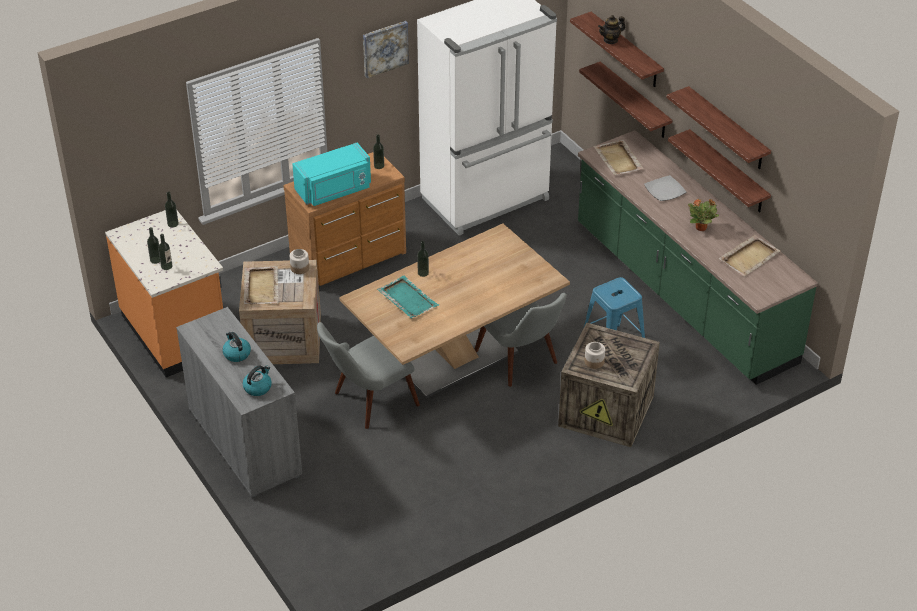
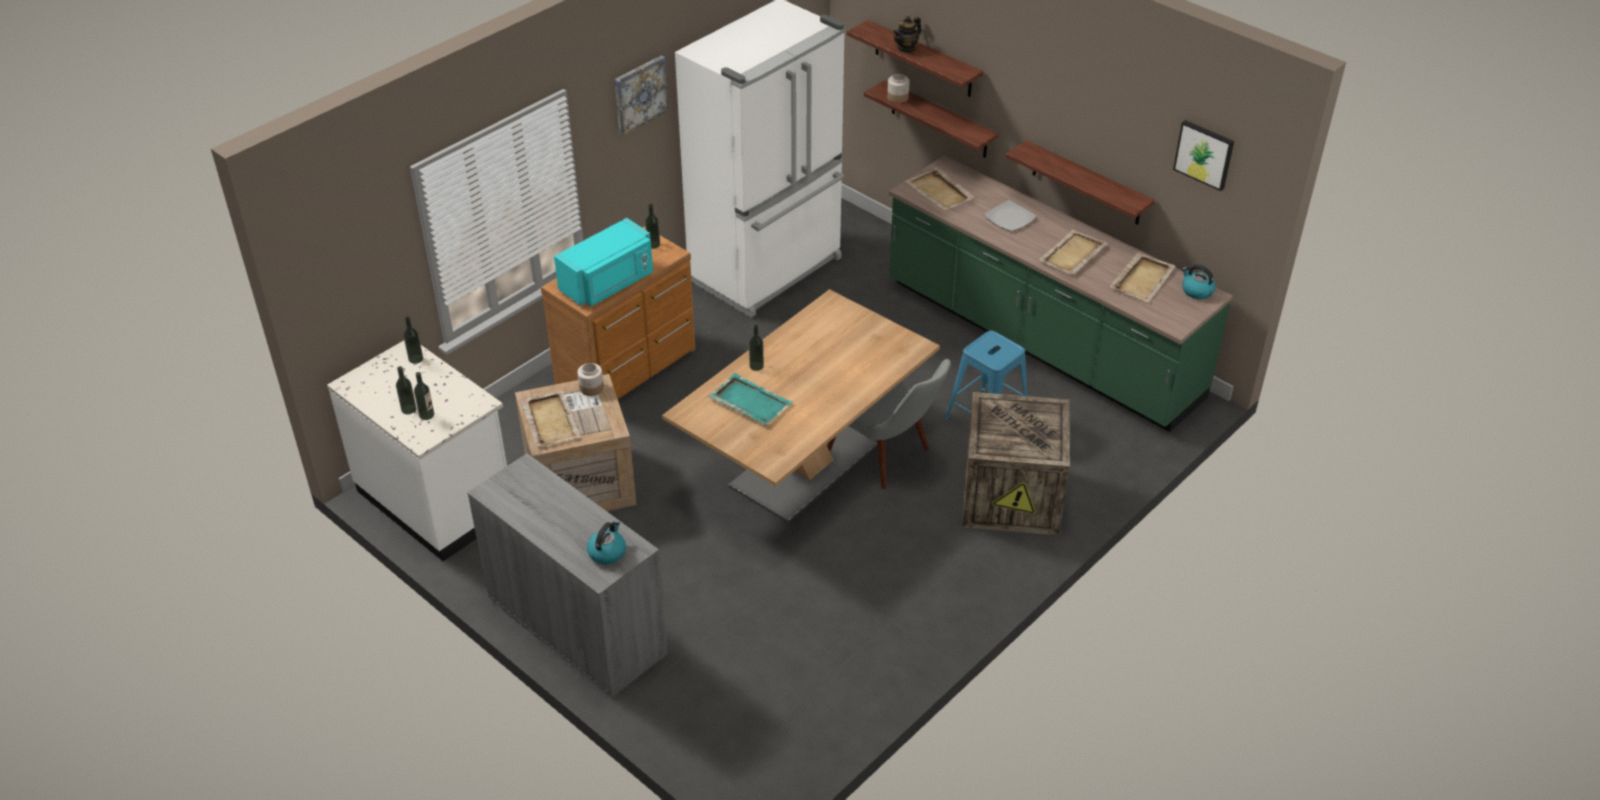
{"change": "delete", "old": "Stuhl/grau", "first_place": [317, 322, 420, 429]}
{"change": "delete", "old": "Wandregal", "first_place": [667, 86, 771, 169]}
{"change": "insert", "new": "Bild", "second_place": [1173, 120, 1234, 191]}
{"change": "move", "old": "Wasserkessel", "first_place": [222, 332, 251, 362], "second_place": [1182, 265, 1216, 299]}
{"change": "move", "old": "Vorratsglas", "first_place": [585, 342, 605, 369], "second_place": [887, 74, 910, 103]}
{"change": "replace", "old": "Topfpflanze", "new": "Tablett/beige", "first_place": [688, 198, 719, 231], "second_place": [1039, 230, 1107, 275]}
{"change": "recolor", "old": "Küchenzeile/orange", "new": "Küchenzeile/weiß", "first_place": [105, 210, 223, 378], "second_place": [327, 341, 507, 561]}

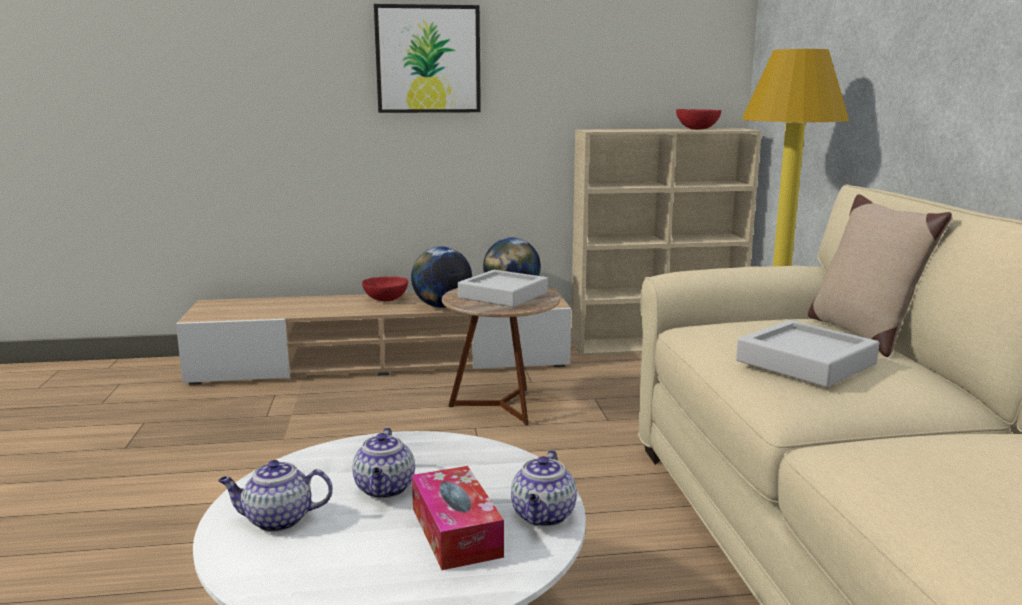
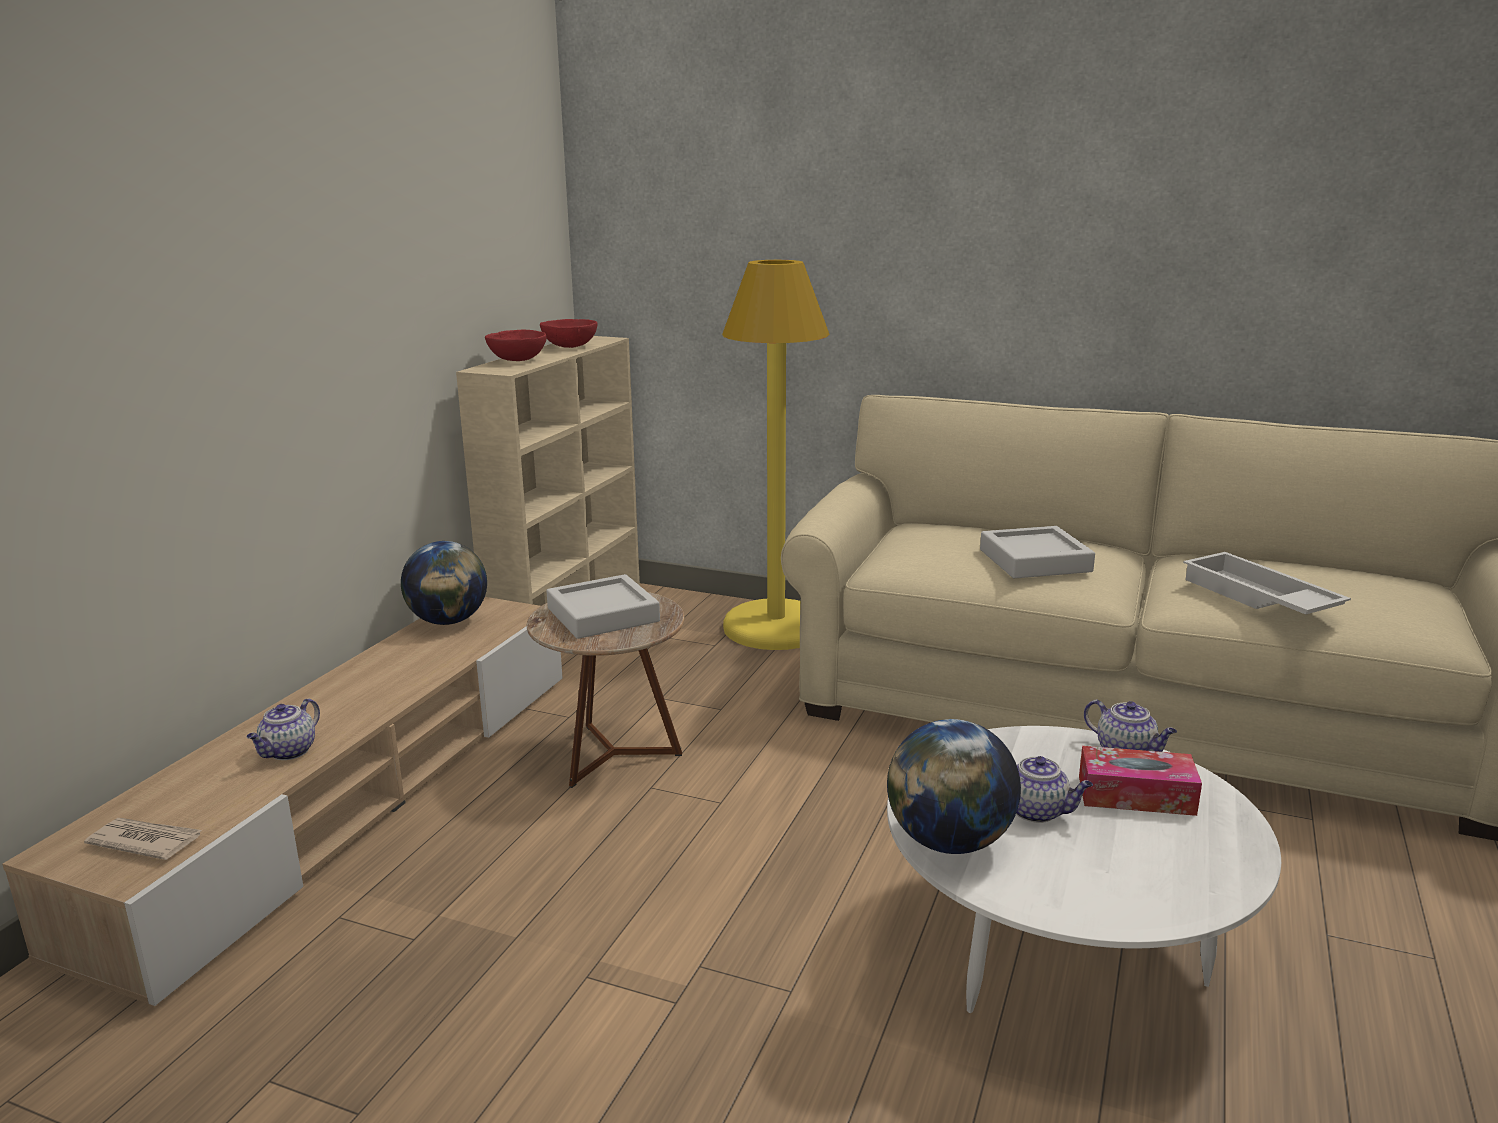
{"change": "delete", "old": "Bild", "first_place": [374, 4, 481, 113]}
{"change": "delete", "old": "Kissen/beige", "first_place": [808, 194, 952, 357]}
{"change": "insert", "new": "Zeitung", "second_place": [84, 818, 202, 860]}
{"change": "insert", "new": "Tablett/weiß", "second_place": [1183, 552, 1351, 614]}
{"change": "move", "old": "Teekanne", "first_place": [218, 460, 333, 532], "second_place": [247, 699, 320, 760]}
{"change": "move", "old": "Schüssel/rot", "first_place": [362, 277, 408, 301], "second_place": [485, 330, 547, 361]}
{"change": "move", "old": "Globus", "first_place": [411, 246, 472, 308], "second_place": [887, 719, 1021, 854]}

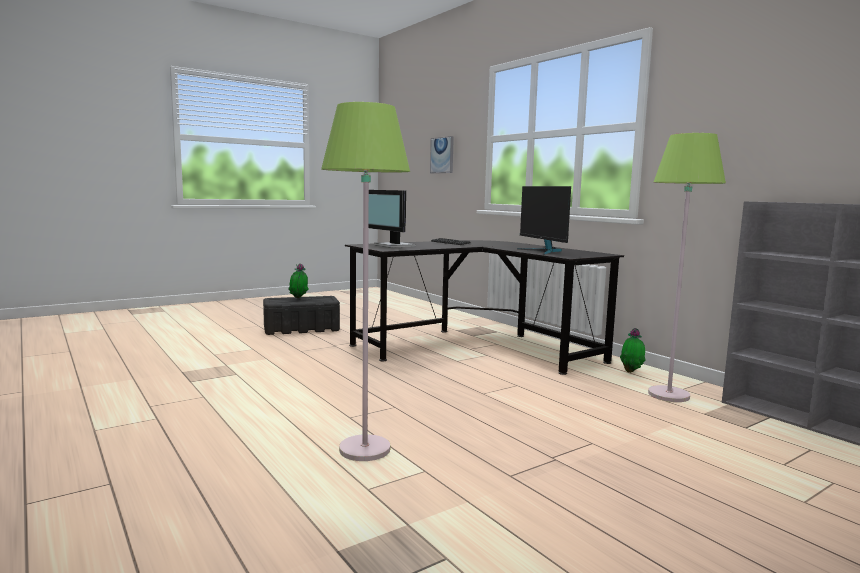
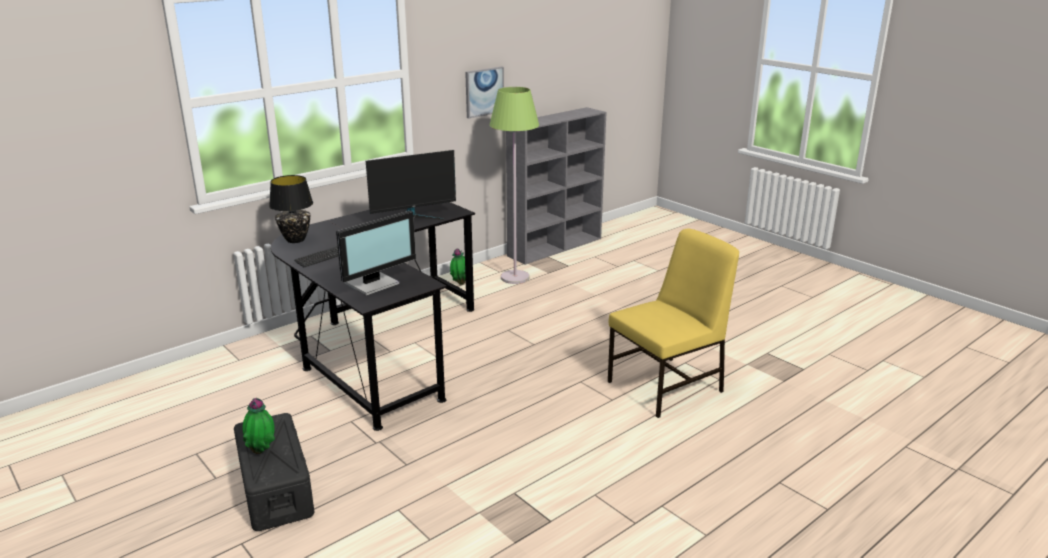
{"change": "insert", "new": "Tischlampe/schwarz", "second_place": [269, 175, 313, 243]}
{"change": "move", "old": "Bild", "first_place": [430, 136, 454, 173], "second_place": [465, 67, 504, 119]}
{"change": "replace", "old": "Stehlampe/grün", "new": "Stuhl/gelb", "first_place": [321, 102, 410, 461], "second_place": [608, 228, 739, 418]}

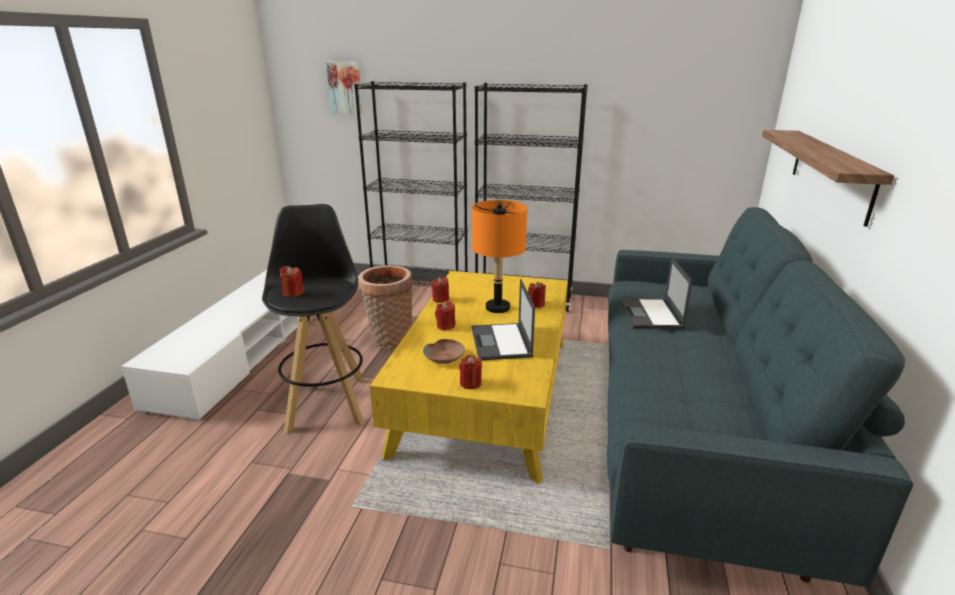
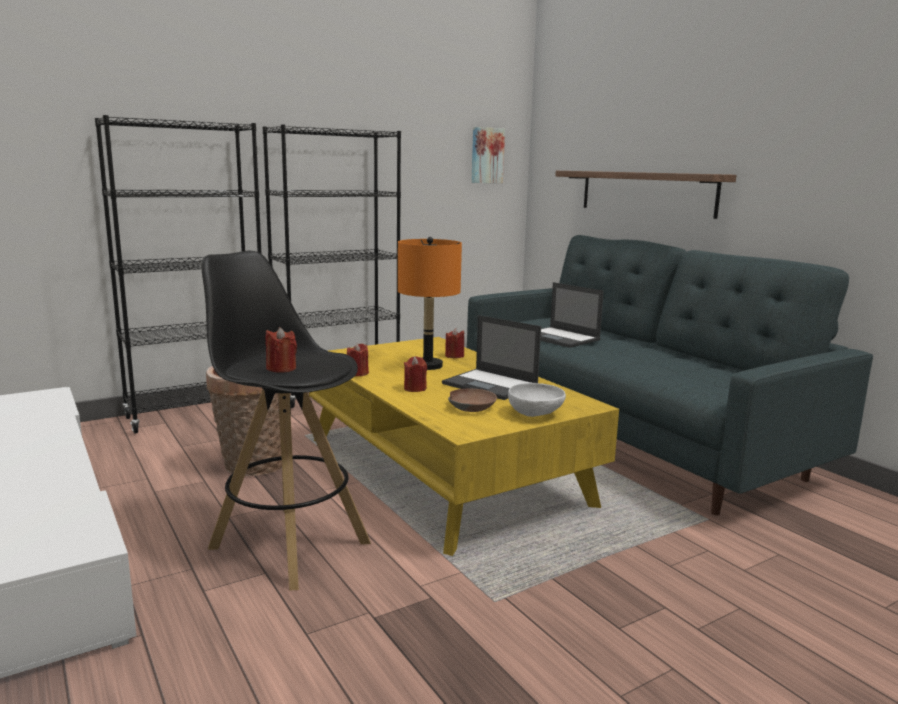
{"change": "move", "old": "Bild", "first_place": [326, 62, 363, 114], "second_place": [471, 127, 505, 183]}
{"change": "replace", "old": "Kerze/rot", "new": "Schüssel/weiß", "first_place": [459, 355, 482, 389], "second_place": [508, 383, 566, 417]}

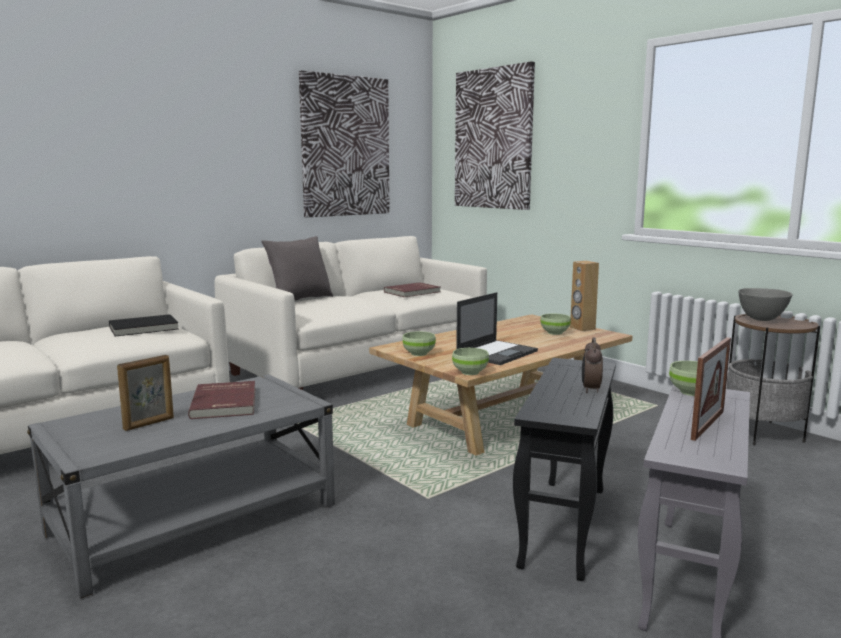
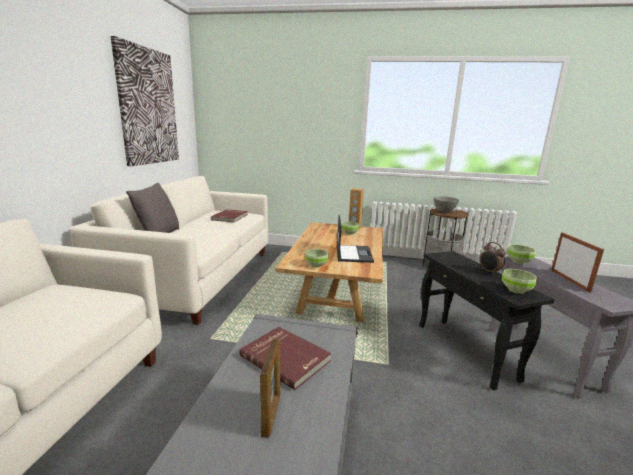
{"change": "delete", "old": "Buch/schwarz", "first_place": [109, 314, 179, 337]}
{"change": "delete", "old": "Bild", "first_place": [455, 61, 535, 210]}
{"change": "move", "old": "Schüssel/grün", "first_place": [452, 348, 489, 375], "second_place": [502, 269, 537, 294]}

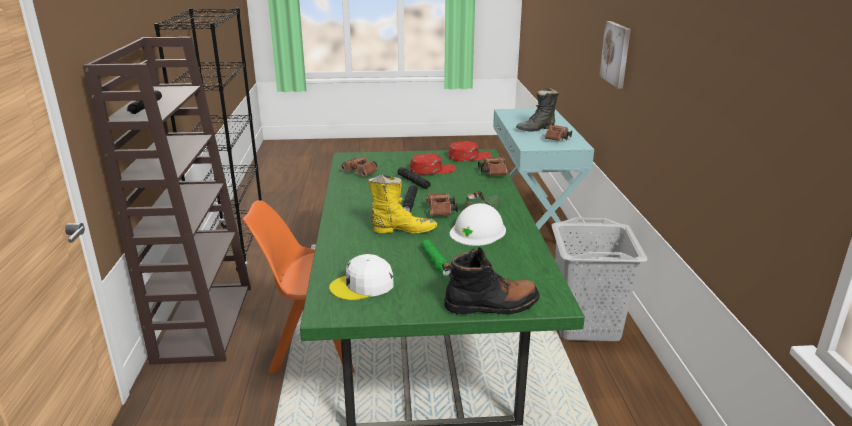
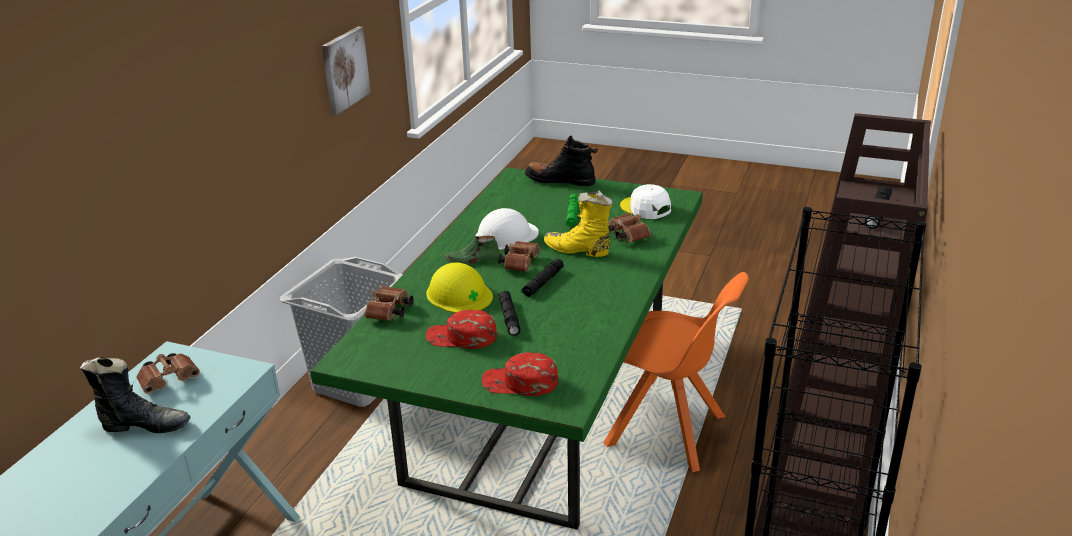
{"change": "insert", "new": "Schutzhelm/gelb", "second_place": [426, 263, 493, 313]}
{"change": "move", "old": "Fernglas/braun", "first_place": [341, 156, 377, 177], "second_place": [608, 213, 651, 243]}
{"change": "move", "old": "Kappe/rot", "first_place": [448, 141, 491, 161], "second_place": [482, 352, 558, 396]}
{"change": "move", "old": "Bild", "first_place": [599, 21, 631, 89], "second_place": [322, 27, 371, 115]}
{"change": "rotate", "old": "Kappe/weiß", "first_place": [329, 254, 394, 300], "second_place": [620, 184, 671, 219], "degrees": -135}

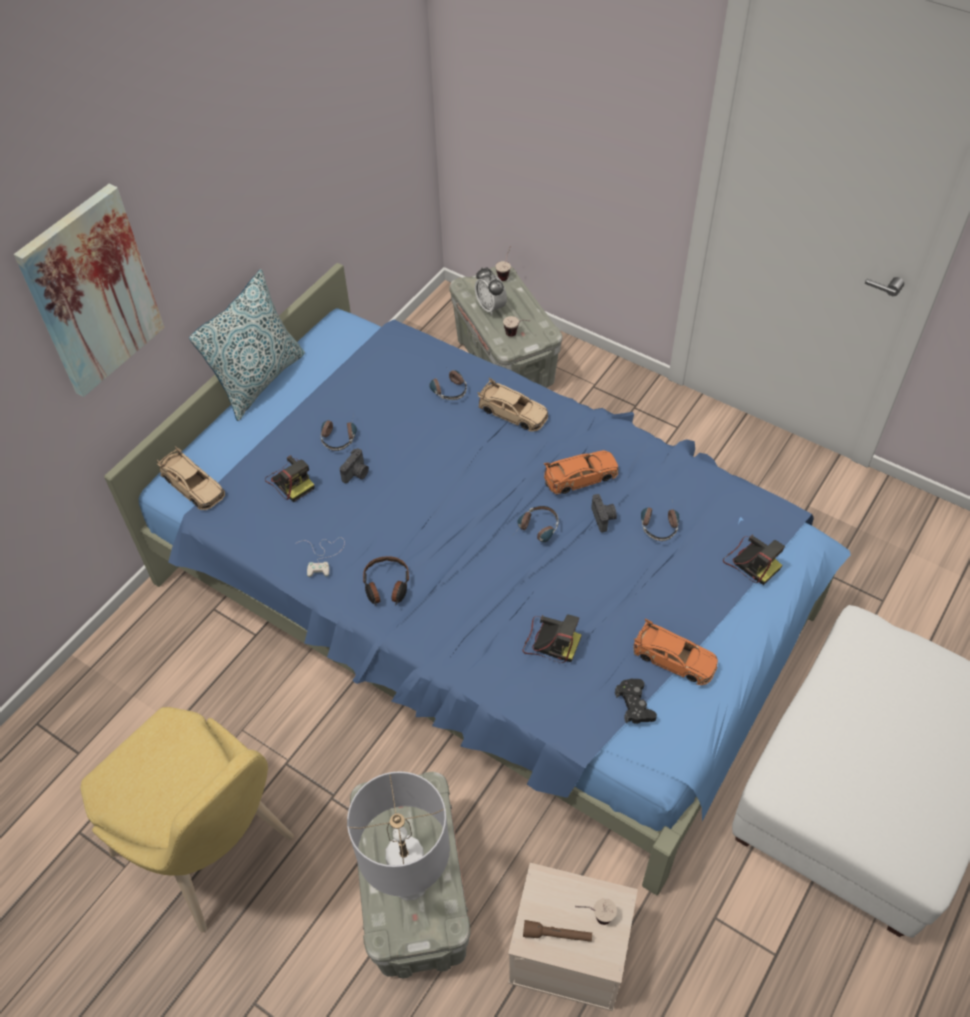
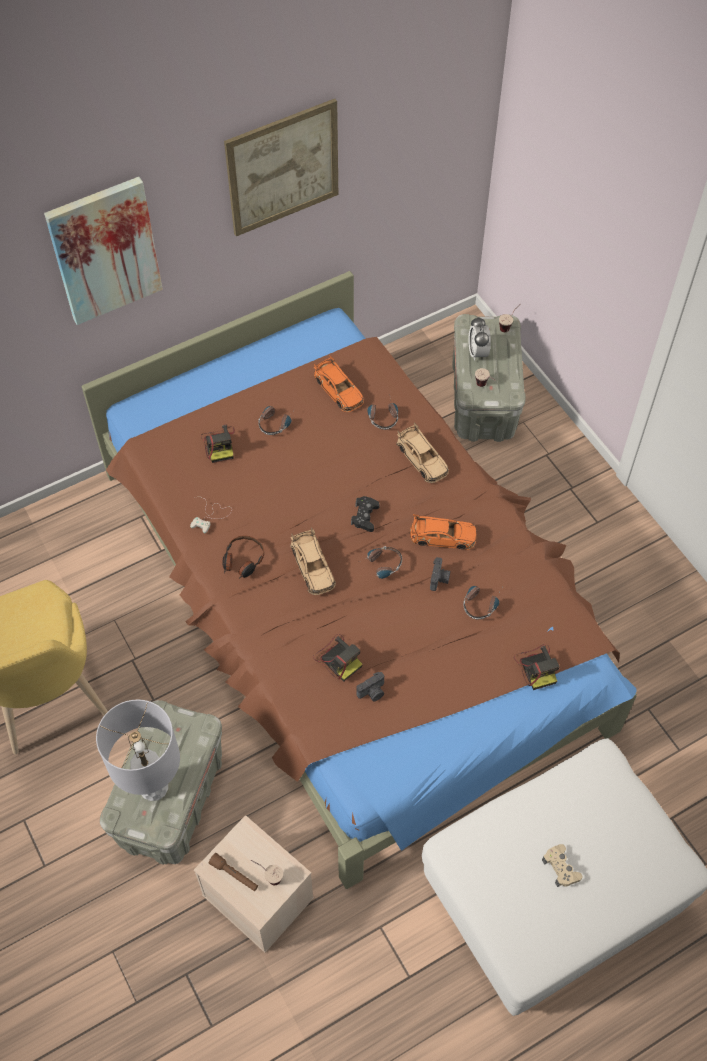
{"change": "delete", "old": "Kissen", "first_place": [189, 269, 305, 421]}
{"change": "insert", "new": "Bild", "second_place": [224, 99, 338, 236]}
{"change": "insert", "new": "Gamepad/beige", "second_place": [542, 844, 583, 887]}
{"change": "move", "old": "Spielzeugauto/beige", "first_place": [157, 446, 225, 510], "second_place": [290, 527, 336, 595]}
{"change": "move", "old": "Kamera", "first_place": [340, 448, 369, 483], "second_place": [356, 672, 384, 702]}
{"change": "move", "old": "Gamepad/schwarz", "first_place": [615, 679, 657, 724], "second_place": [351, 496, 380, 532]}
{"change": "move", "old": "Spielzeugauto/orange", "first_place": [633, 618, 718, 685], "second_place": [313, 355, 364, 412]}
{"change": "recolor", "old": "Bett/blau", "new": "Bett/braun", "first_place": [104, 263, 851, 895], "second_place": [82, 271, 637, 889]}

